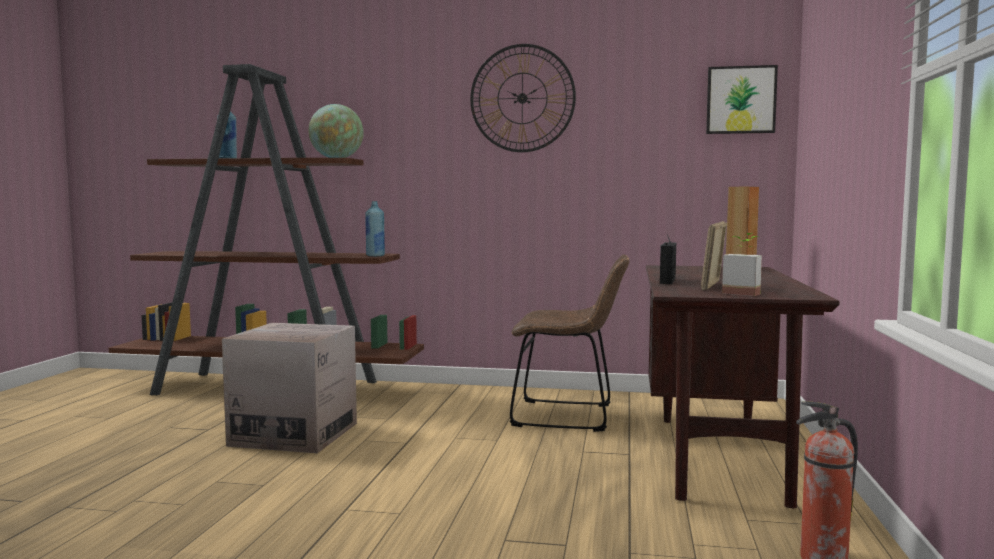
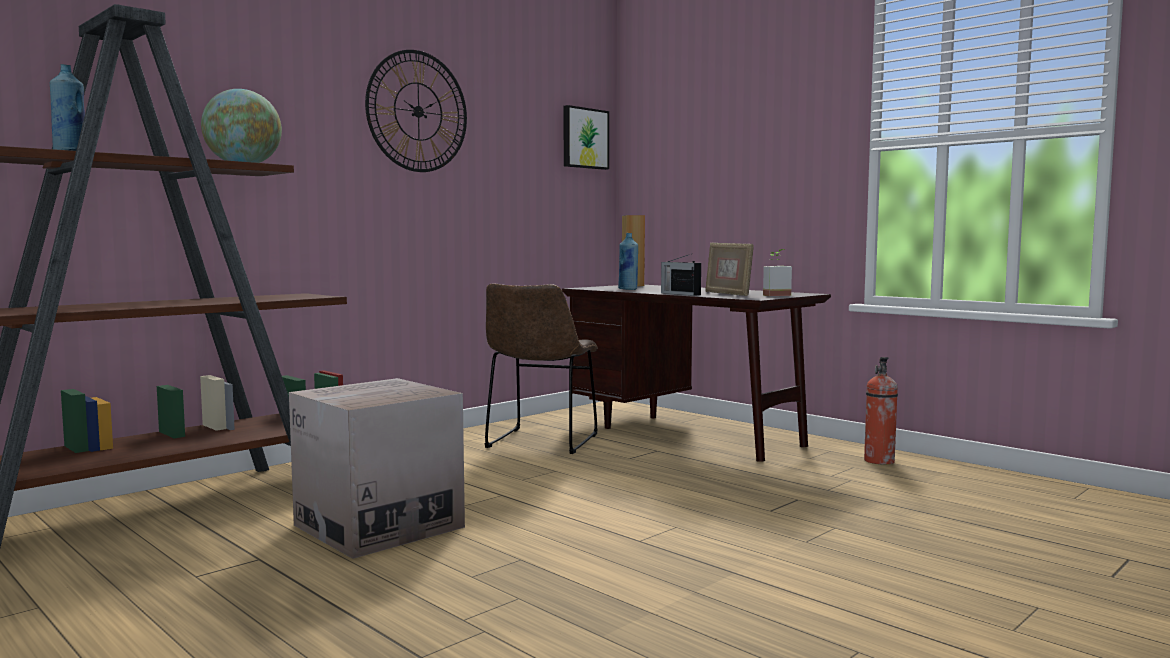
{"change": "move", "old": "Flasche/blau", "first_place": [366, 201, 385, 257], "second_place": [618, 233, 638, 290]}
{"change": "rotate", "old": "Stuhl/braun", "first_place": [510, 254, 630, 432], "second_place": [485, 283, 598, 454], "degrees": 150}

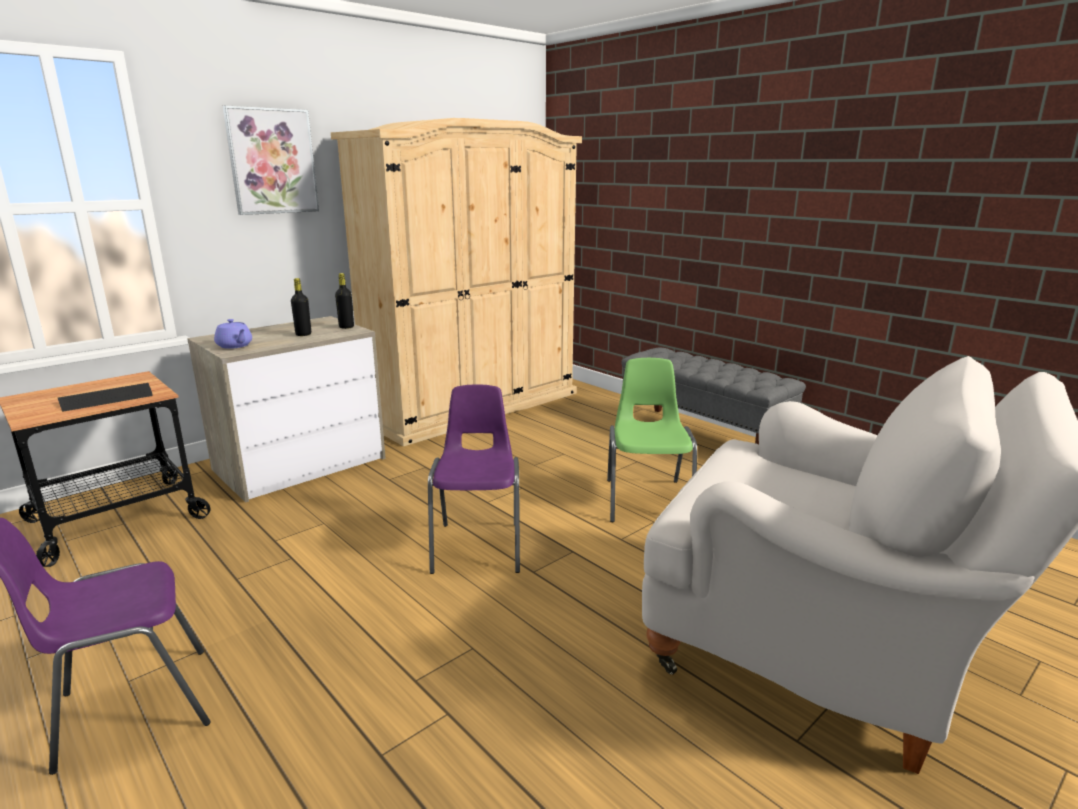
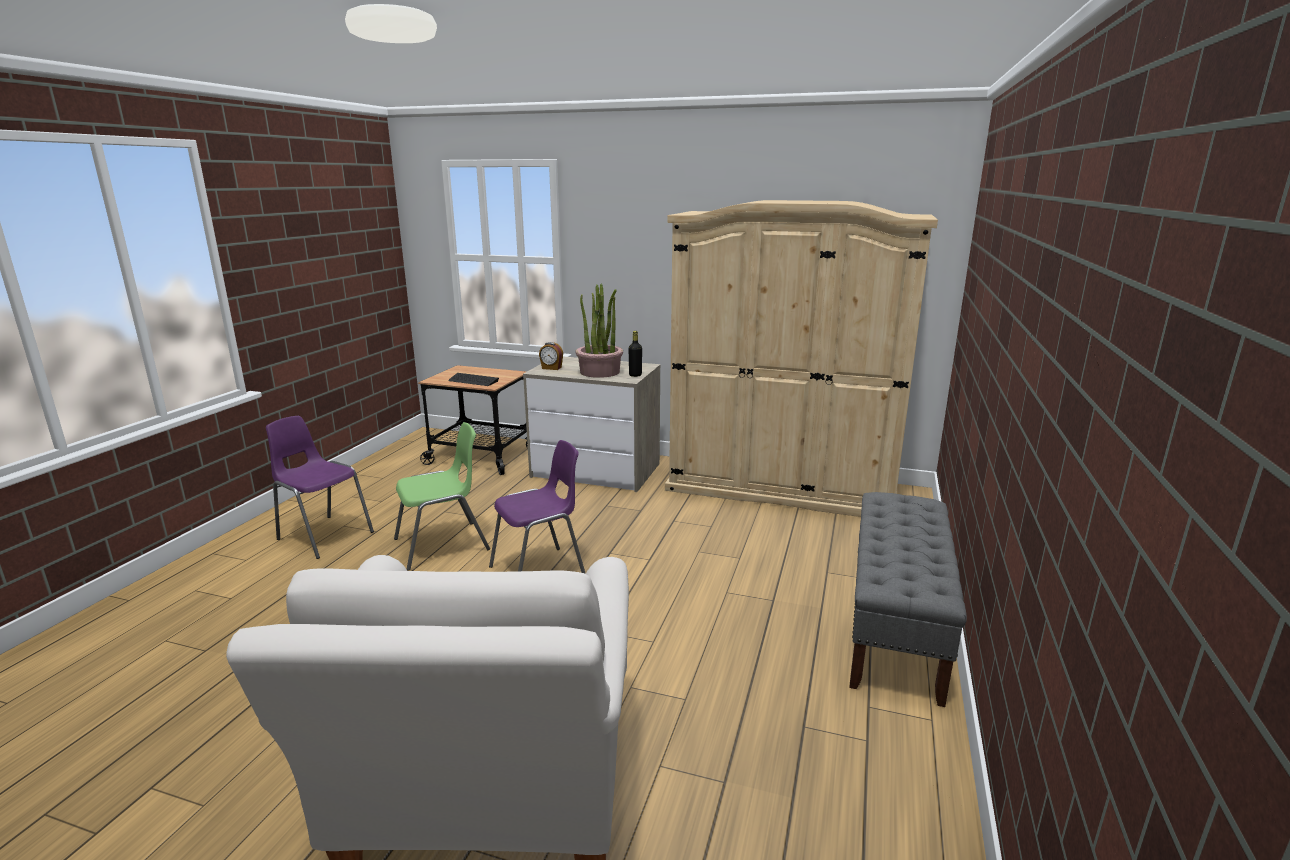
{"change": "delete", "old": "Bild", "first_place": [223, 105, 319, 215]}
{"change": "move", "old": "Stuhl/grün", "first_place": [607, 358, 697, 522], "second_place": [394, 422, 490, 571]}
{"change": "replace", "old": "Teekanne/lila", "new": "Wecker", "first_place": [214, 319, 252, 349], "second_place": [539, 342, 563, 370]}
{"change": "replace", "old": "Flasche/schwarz", "new": "Topfpflanze", "first_place": [291, 278, 311, 336], "second_place": [576, 284, 623, 378]}

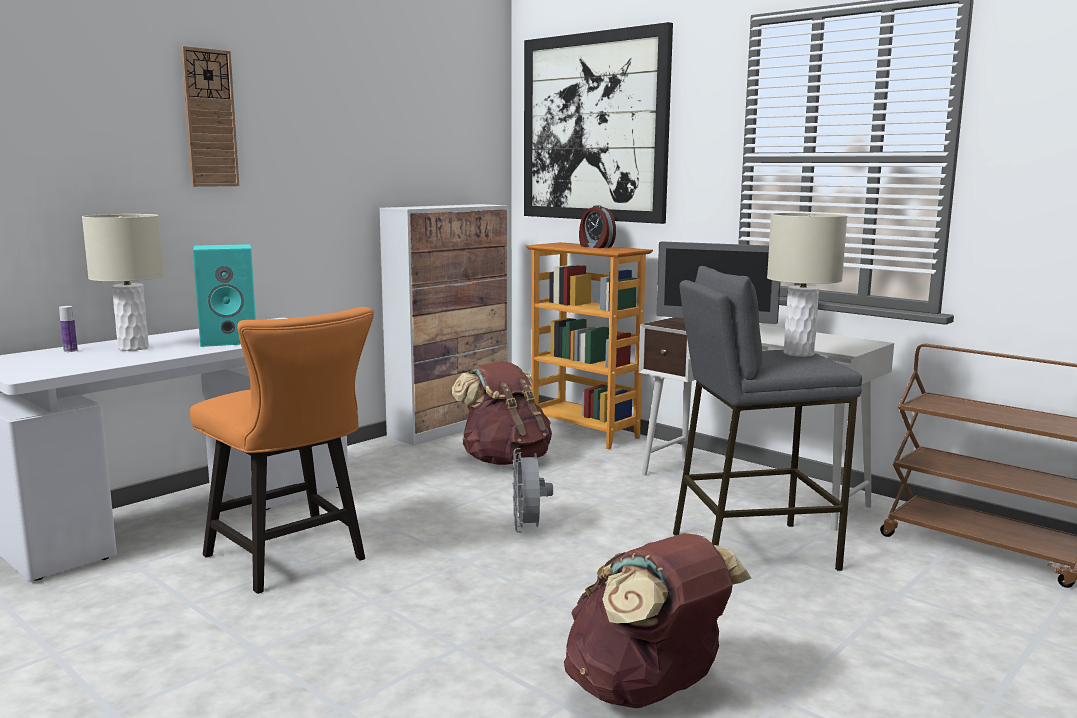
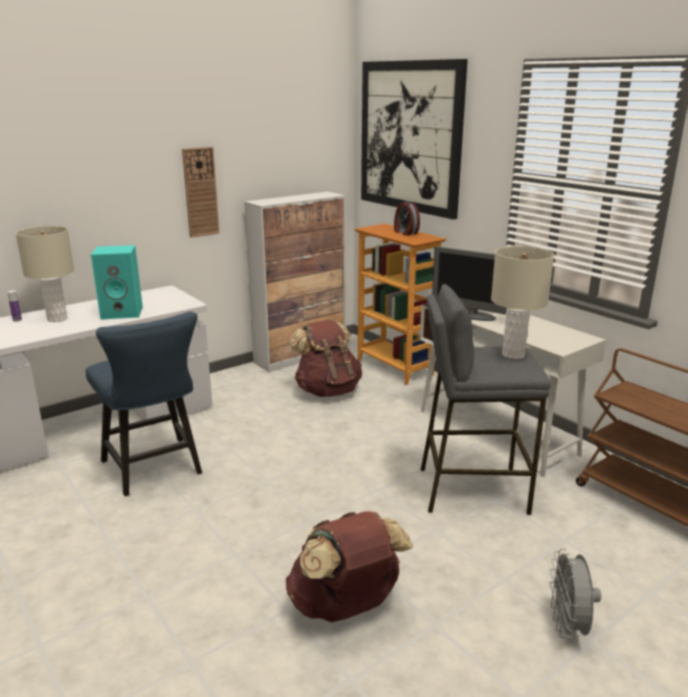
{"change": "move", "old": "Wanduhr", "first_place": [181, 46, 239, 187], "second_place": [182, 147, 220, 238]}
{"change": "move", "old": "Ventilator/grau", "first_place": [512, 448, 553, 533], "second_place": [549, 549, 601, 639]}
{"change": "recolor", "old": "Stuhl/orange", "new": "Stuhl/blau", "first_place": [190, 307, 374, 594], "second_place": [86, 311, 202, 496]}

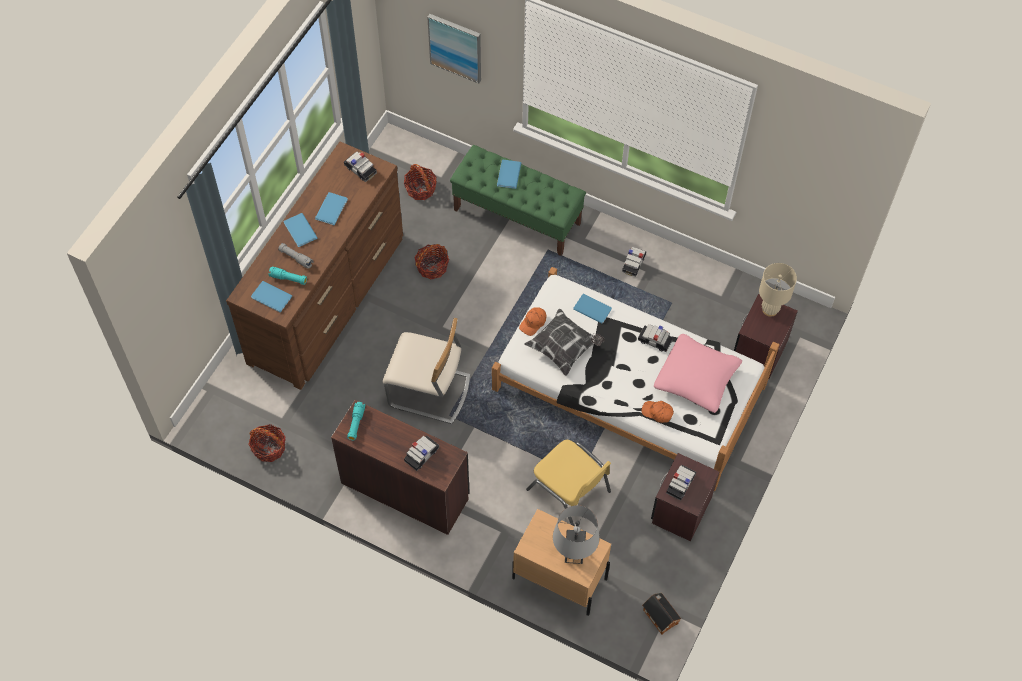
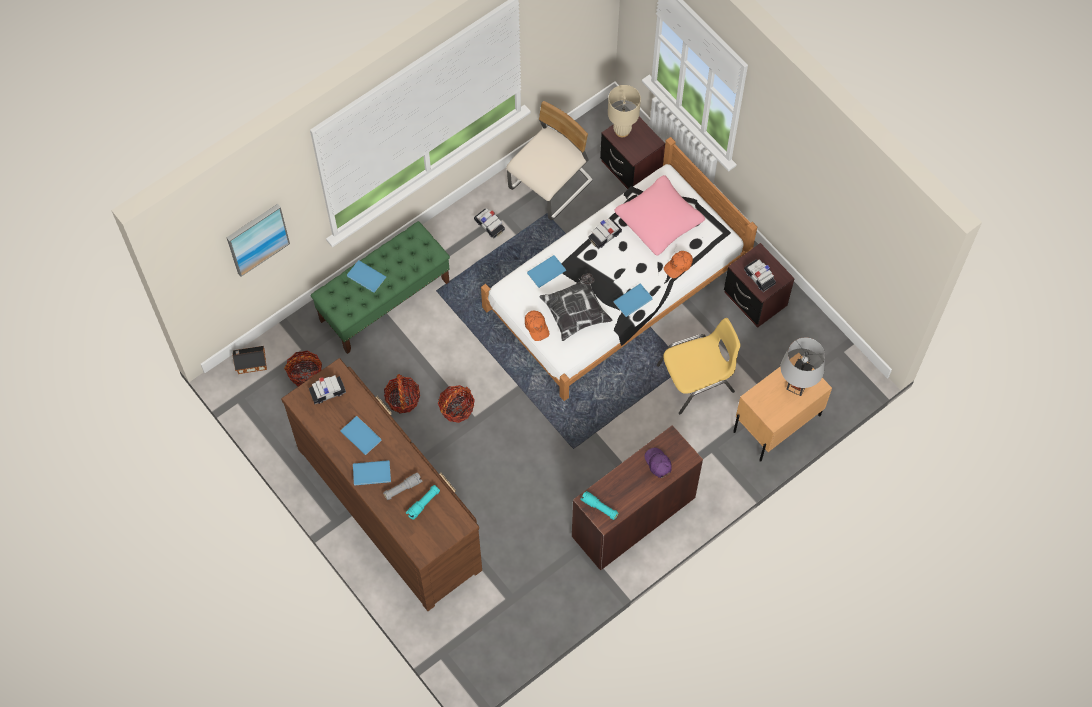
{"change": "move", "old": "Korb", "first_place": [248, 424, 286, 462], "second_place": [438, 385, 475, 423]}
{"change": "move", "old": "Buch/blau", "first_place": [251, 281, 292, 312], "second_place": [613, 284, 652, 317]}
{"change": "move", "old": "Stuhl/beige", "first_place": [383, 318, 470, 424], "second_place": [506, 101, 593, 220]}
{"change": "move", "old": "Spielzeughaus", "first_place": [642, 592, 681, 635], "second_place": [232, 346, 267, 374]}
{"change": "replace", "old": "Spielzeugauto", "new": "Kappe/lila", "first_place": [404, 435, 439, 471], "second_place": [644, 448, 672, 478]}

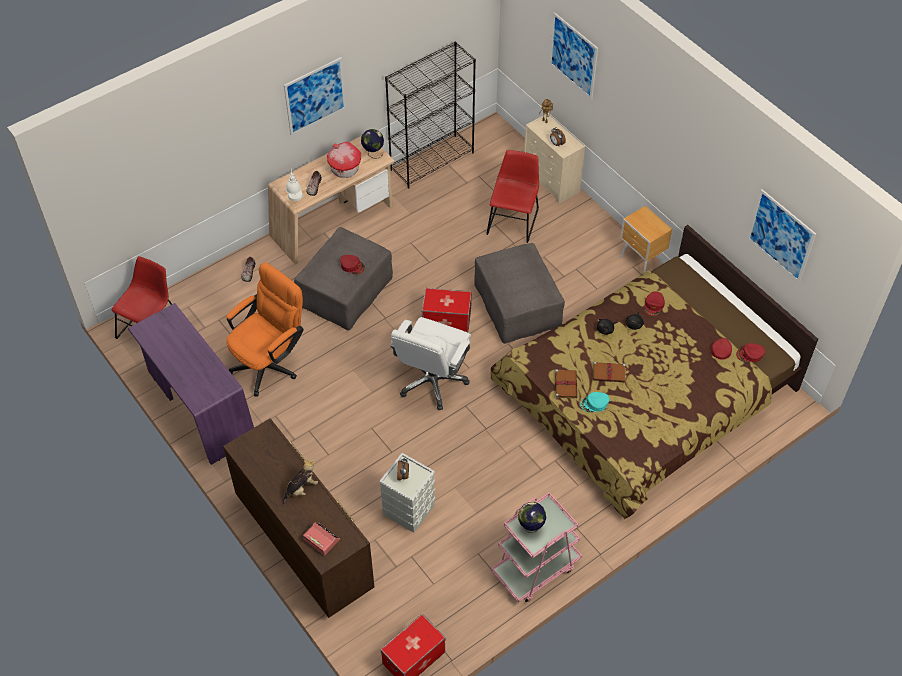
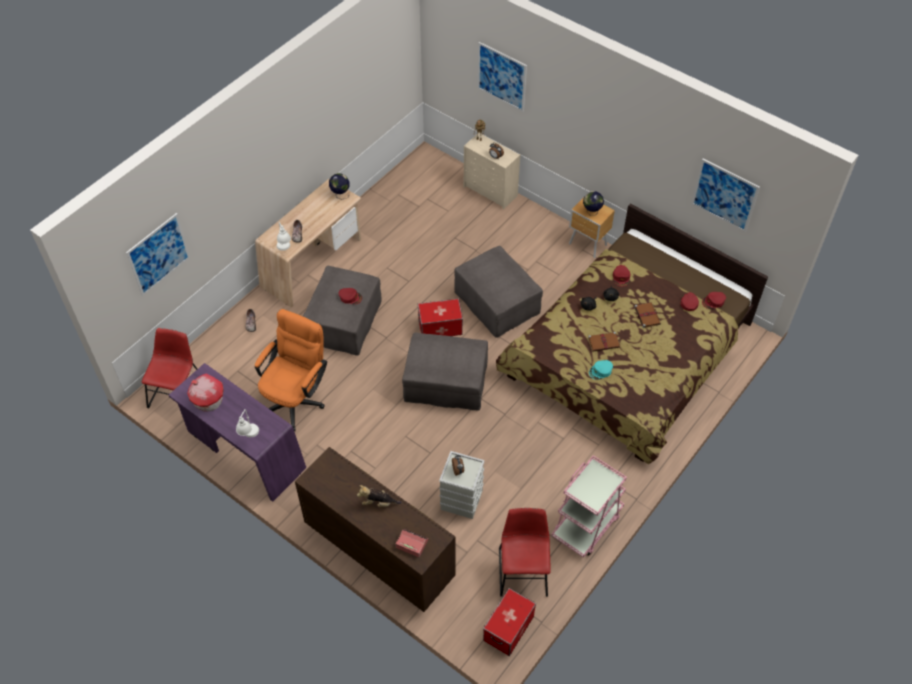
{"change": "delete", "old": "Bücherregal/schwarz", "first_place": [385, 42, 476, 189]}
{"change": "insert", "new": "Tischlampe/weiß", "second_place": [236, 409, 259, 437]}
{"change": "move", "old": "Bild", "first_place": [284, 57, 346, 136], "second_place": [126, 213, 190, 296]}
{"change": "move", "old": "Spielzeughaus", "first_place": [327, 141, 361, 178], "second_place": [187, 373, 224, 411]}
{"change": "move", "old": "Stuhl/rot", "first_place": [486, 150, 539, 243], "second_place": [499, 508, 551, 597]}
{"change": "move", "old": "Globus", "first_place": [518, 502, 546, 533], "second_place": [583, 191, 604, 216]}
{"change": "move", "old": "Buch/braun", "first_place": [555, 370, 577, 398], "second_place": [634, 303, 661, 328]}
{"change": "replace", "old": "Bürostuhl/weiß", "new": "Polsterhocker/grau", "first_place": [390, 317, 471, 410], "second_place": [402, 332, 488, 411]}
{"change": "rotate", "old": "Plüschtier", "first_place": [283, 459, 318, 505], "second_place": [357, 485, 402, 507], "degrees": -120}

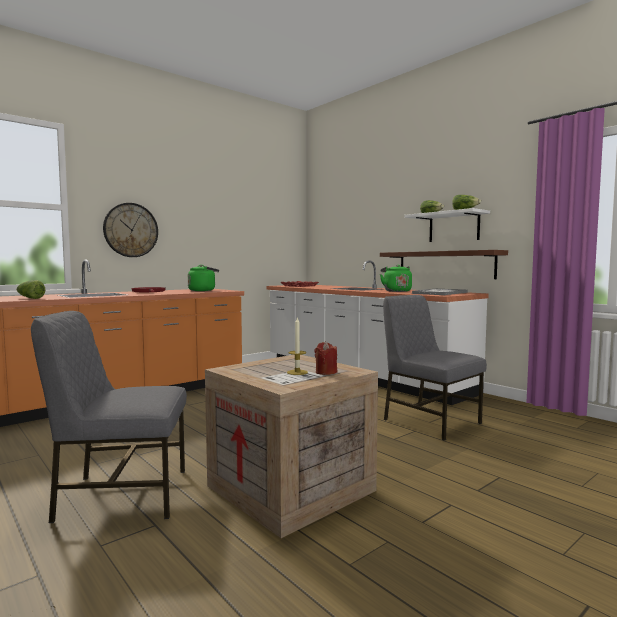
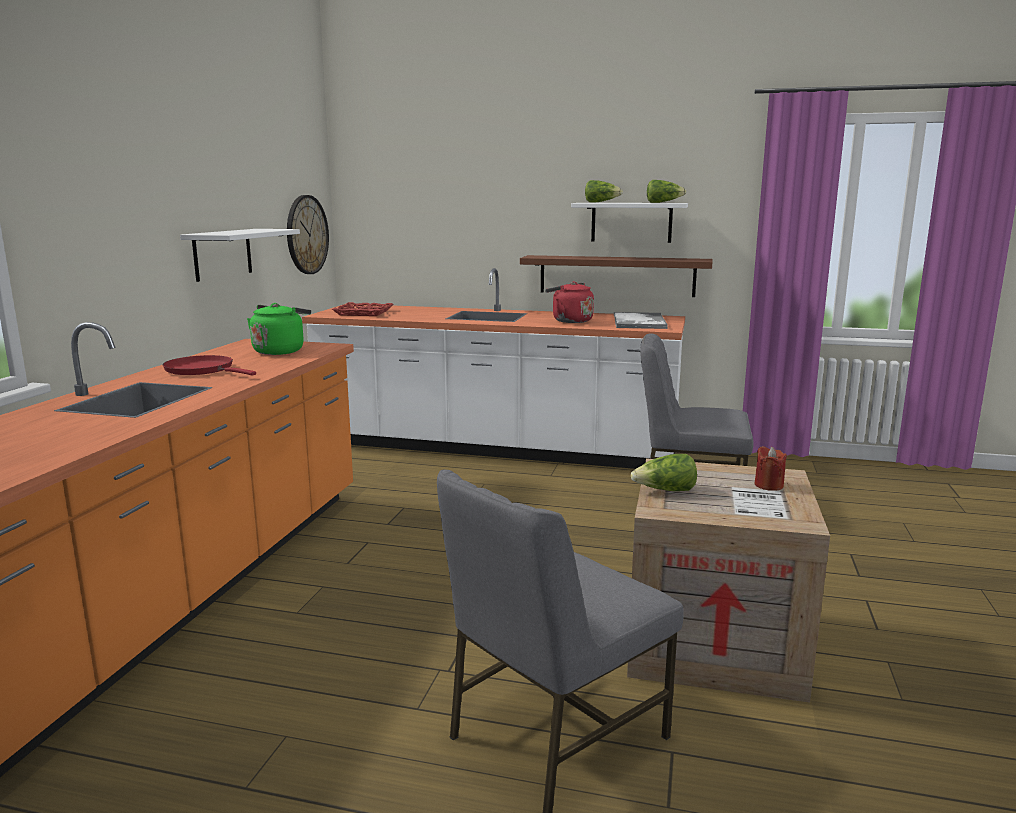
{"change": "delete", "old": "Kerze", "first_place": [287, 318, 308, 375]}
{"change": "insert", "new": "Wandregal/weiß", "second_place": [180, 229, 300, 282]}
{"change": "move", "old": "Salatkopf", "first_place": [16, 280, 46, 299], "second_place": [631, 454, 697, 491]}
{"change": "move", "old": "Wanduhr", "first_place": [103, 203, 158, 257], "second_place": [287, 195, 329, 274]}
{"change": "recolor", "old": "Wasserkessel/grün", "new": "Wasserkessel/rot", "first_place": [380, 265, 412, 292], "second_place": [545, 281, 594, 323]}

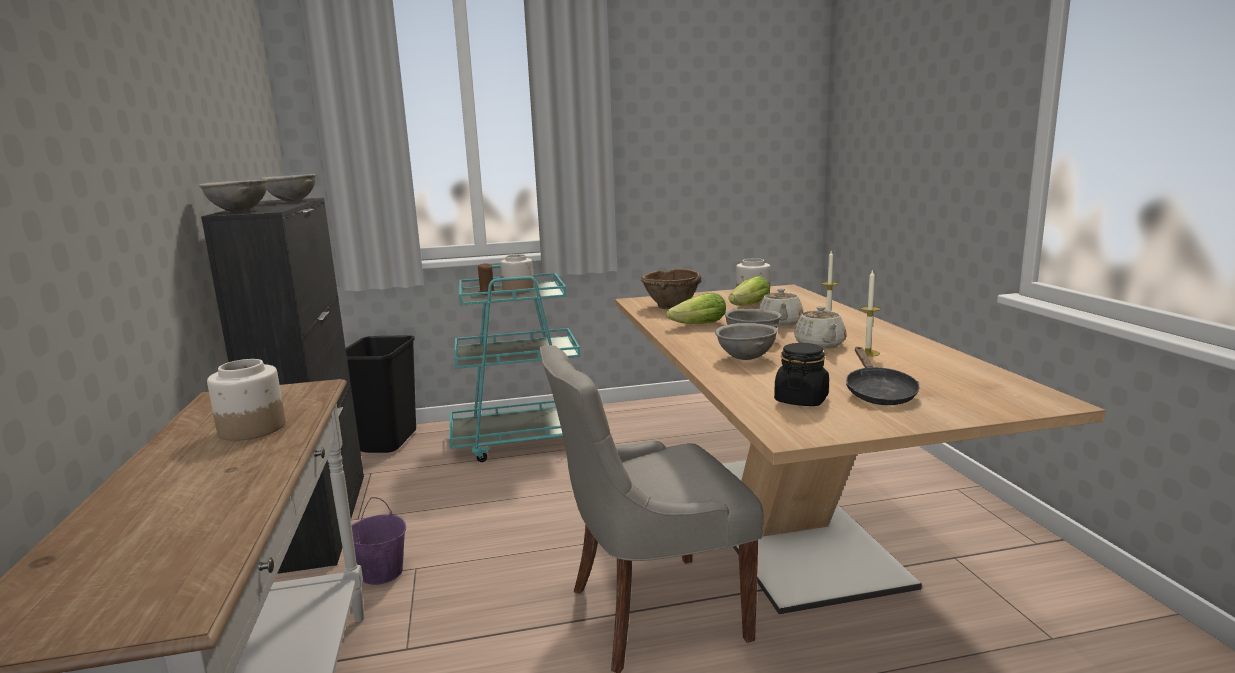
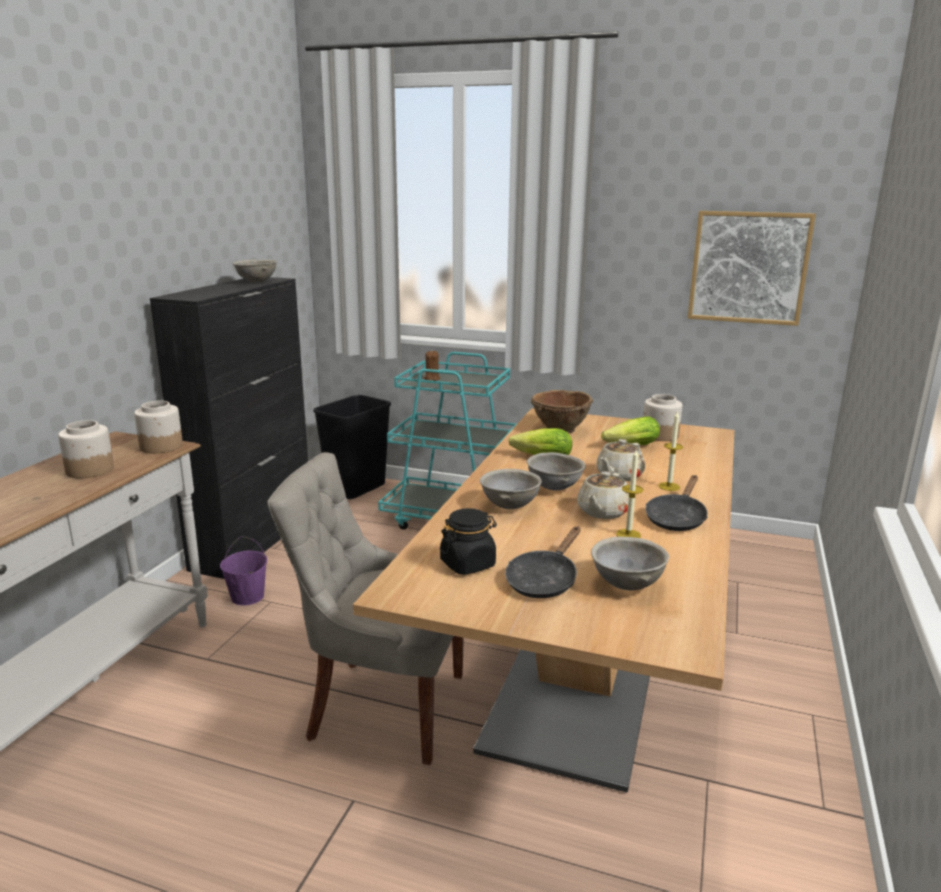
{"change": "insert", "new": "Pfanne/schwarz", "second_place": [645, 475, 708, 531]}
{"change": "insert", "new": "Bild", "second_place": [688, 211, 816, 326]}
{"change": "move", "old": "Schüssel/grau", "first_place": [199, 179, 268, 212], "second_place": [591, 536, 669, 590]}
{"change": "move", "old": "Vorratsglas", "first_place": [500, 254, 534, 293], "second_place": [134, 400, 183, 453]}

